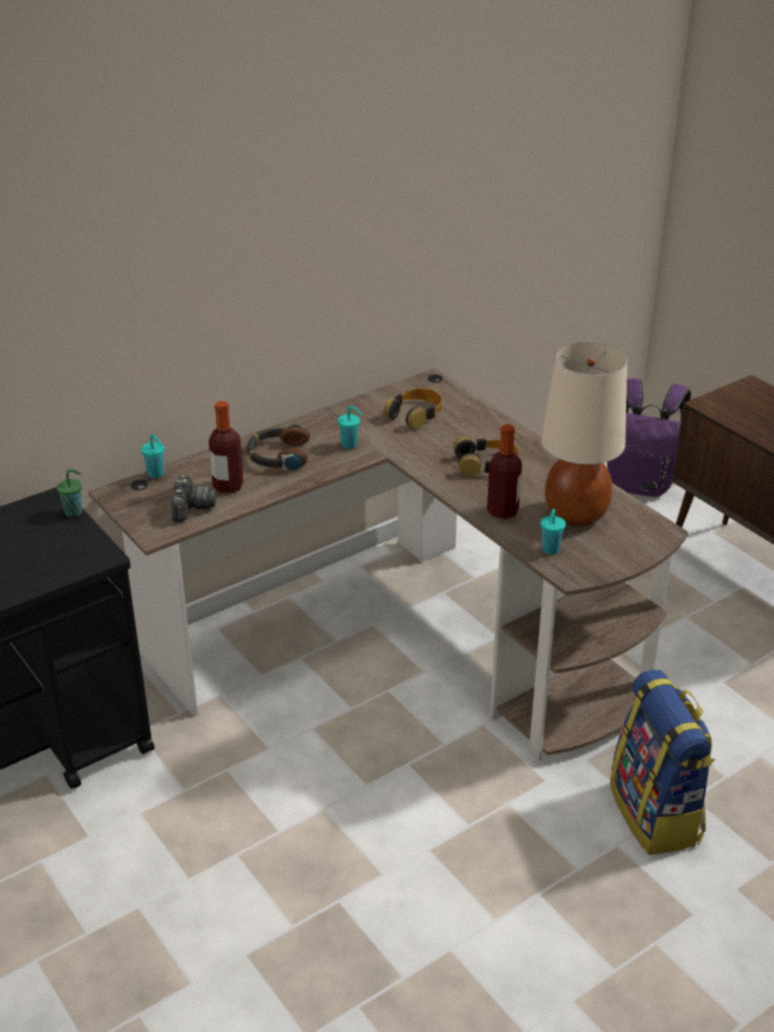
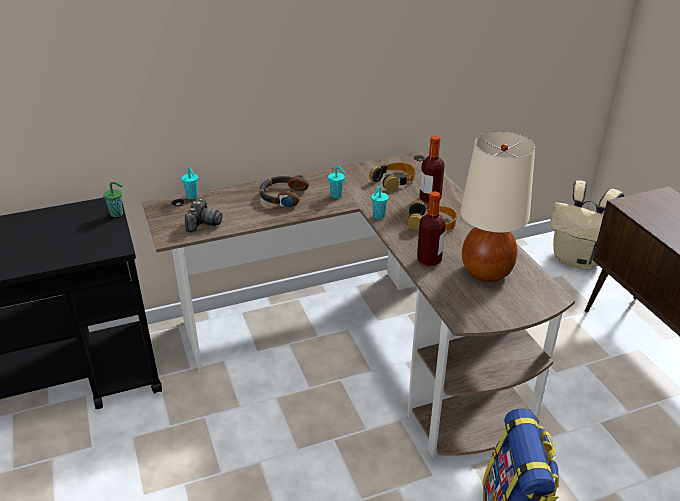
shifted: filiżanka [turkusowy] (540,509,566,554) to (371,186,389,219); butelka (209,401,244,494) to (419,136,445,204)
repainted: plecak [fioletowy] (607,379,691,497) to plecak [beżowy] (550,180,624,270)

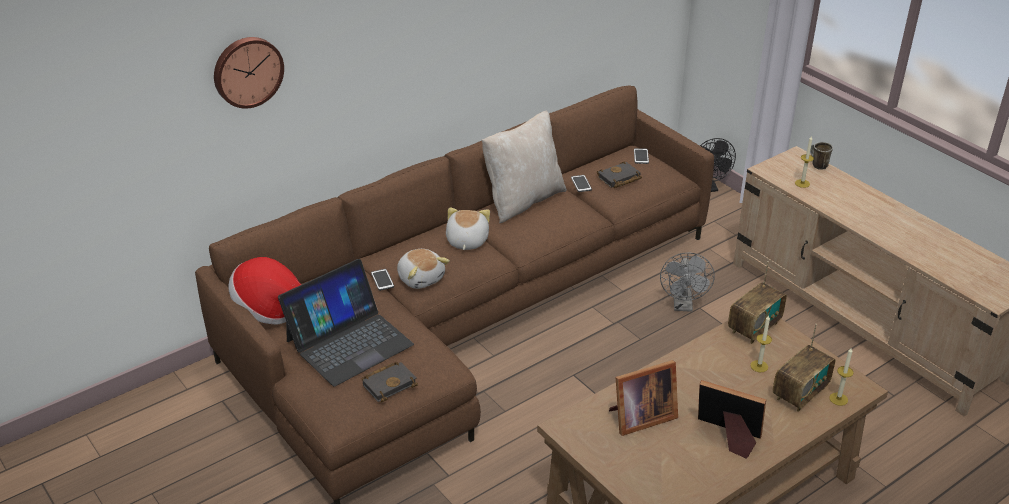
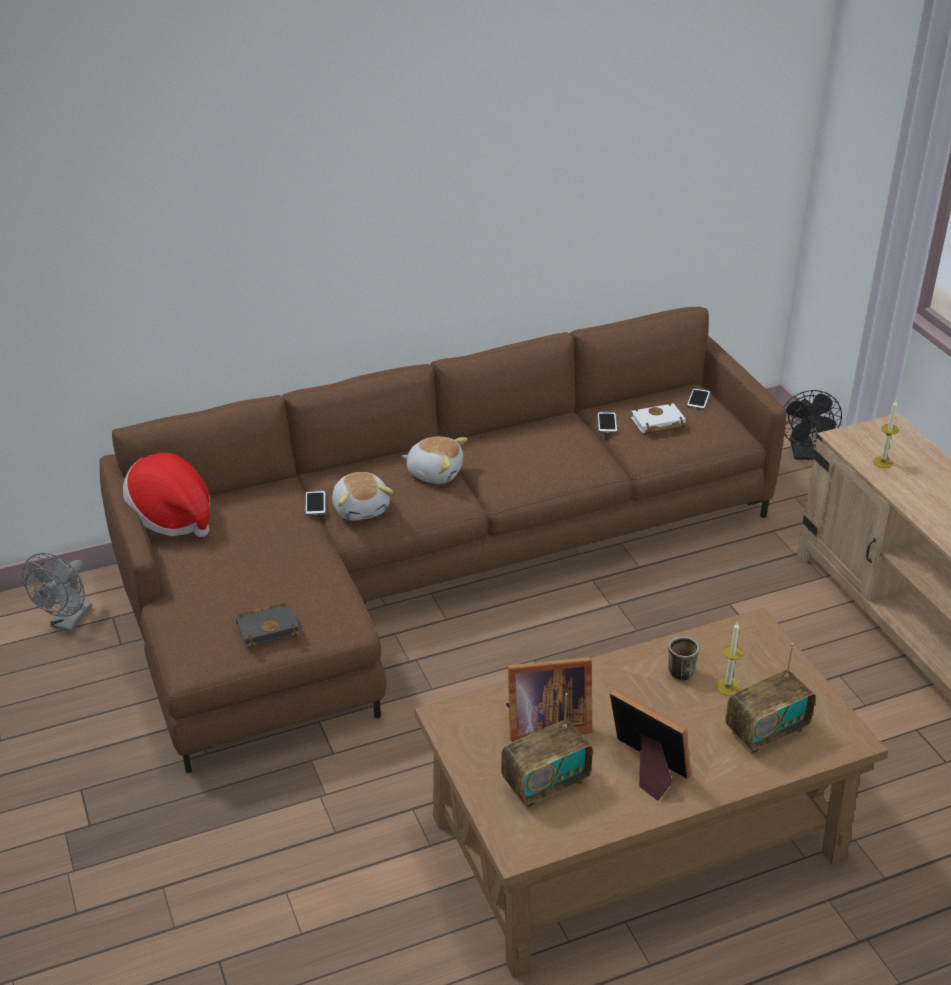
gone: zegar ścienny (214,37,284,109); laptop (278,259,414,386); poduszka [beżowy] (482,111,567,223); świeca (829,348,854,406)
shifted: wentylator [szary] (660,252,715,312) to (22,553,92,632); radio (728,261,787,344) to (501,693,593,808); kubek (810,142,833,170) to (668,637,699,681)
repainted: książka [czarny] (597,162,642,188) to książka [biały] (631,402,686,434)
rotated: pluszak (446,208,490,250) = (402,437,468,484) 90 degrees clockwise

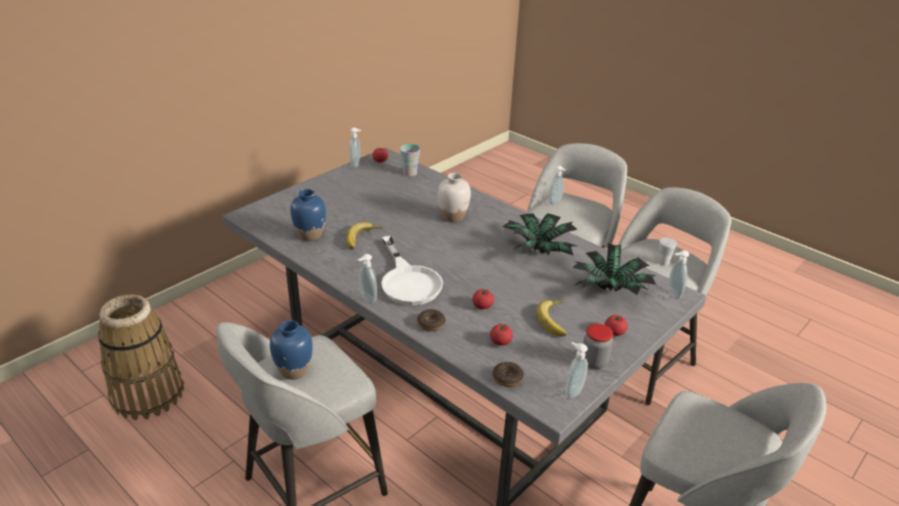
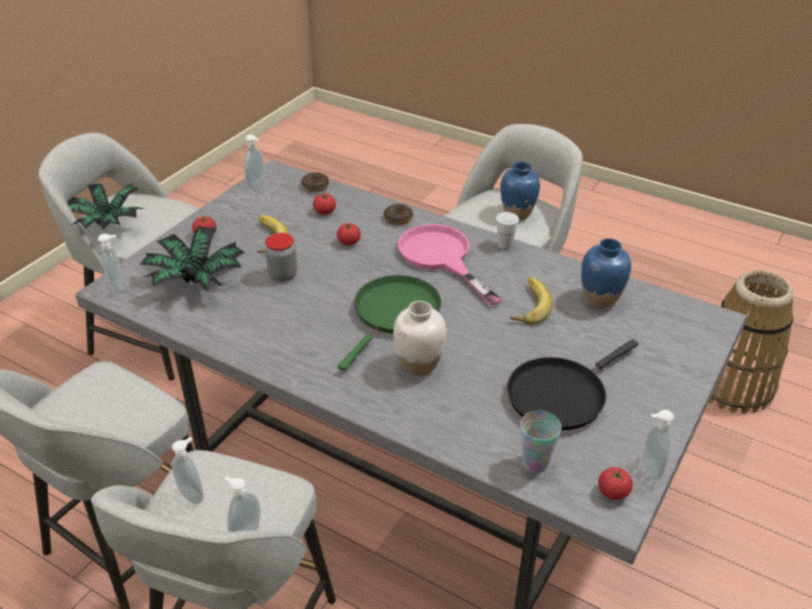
new: patelnia [zielony] (338,275,441,371); patelnia [czarny] (507,339,638,430)
shifted: roślina doniczkowa (502,213,578,256) to (67,183,145,230); dozownik mydła (358,254,377,304) to (171,437,204,504); słoik (583,324,613,369) to (265,233,297,282); filiżanka [biały] (658,237,677,265) to (496,212,519,249)
repainted: patelnia [biały] (381,236,443,306) to patelnia [różowy] (398,224,502,306)

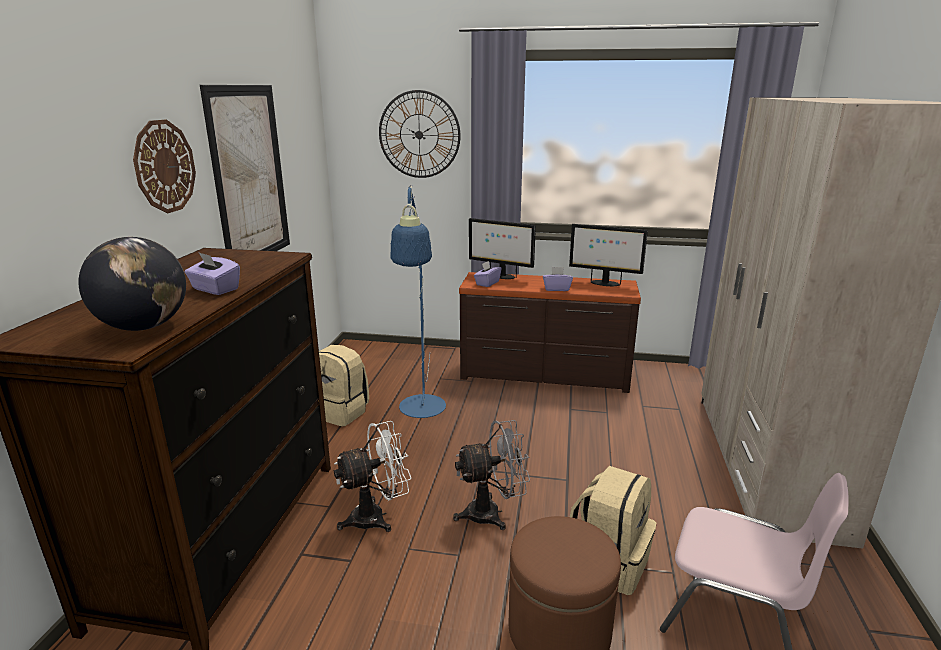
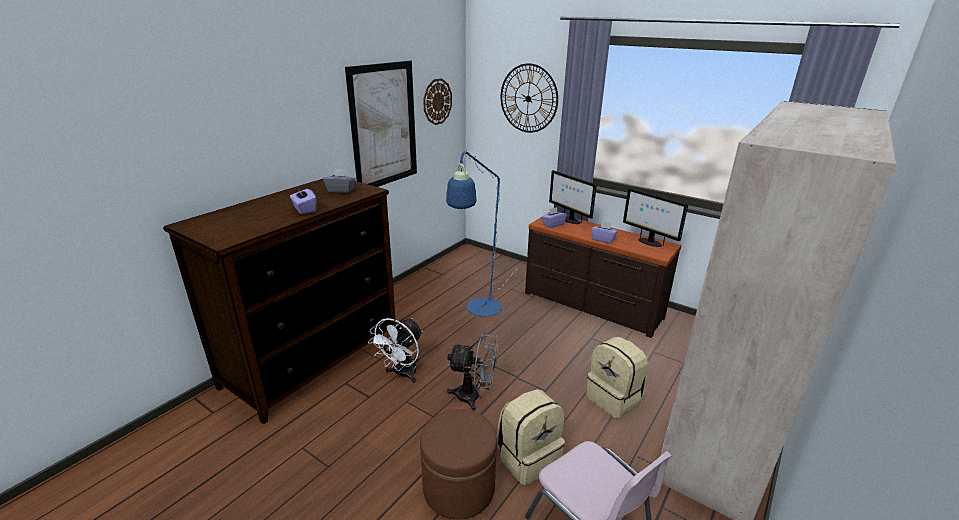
gone: globus (78,237,186,331)
new: pudełko chusteczek [szary] (323,168,356,193)
shifted: zegar ścienny (133,120,196,213) to (423,78,452,125); plecak [beżowy] (319,345,369,426) to (586,337,648,419)
rotated: wentylator [biały] (334,421,411,532) = (368,318,422,383) 120 degrees clockwise

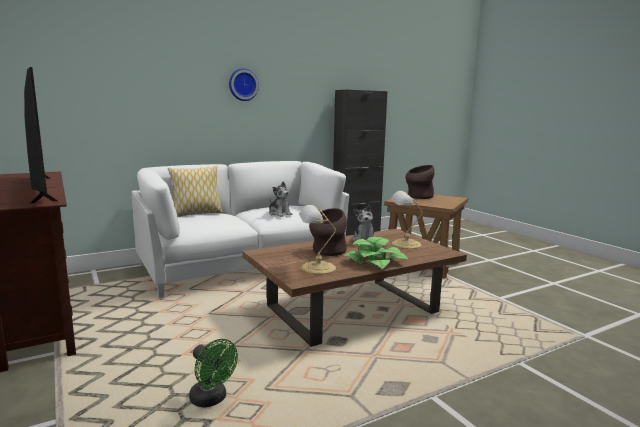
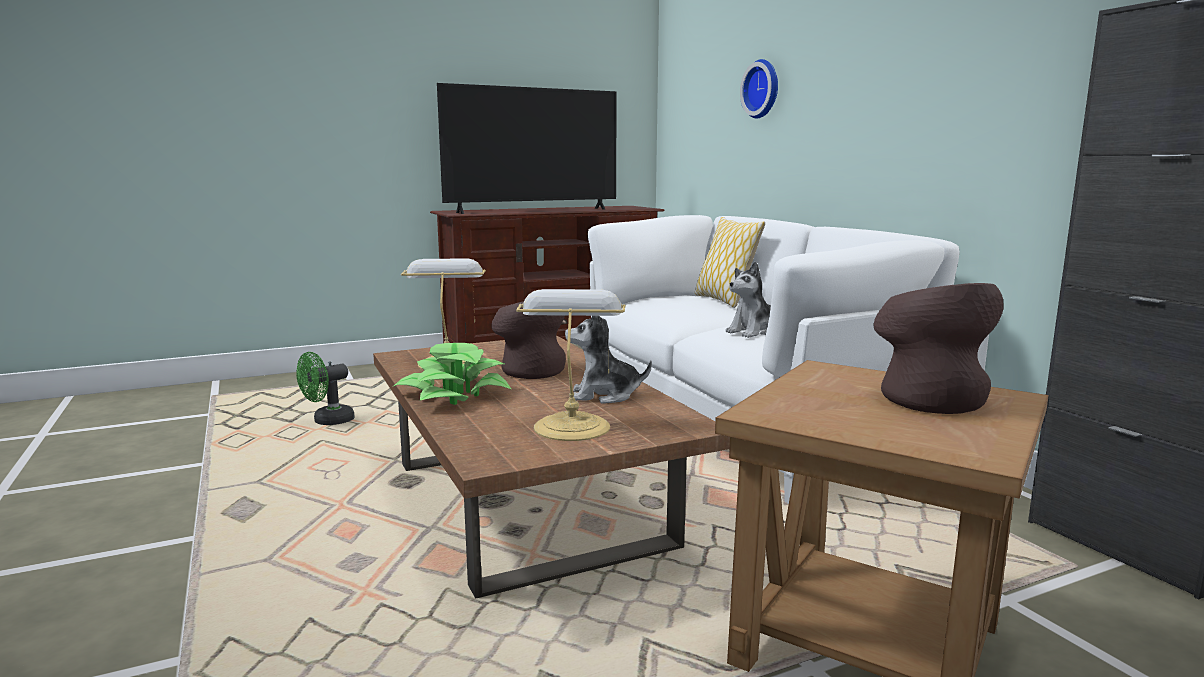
shifted: zegar ścienny (229,69,259,101) to (740,59,778,119)

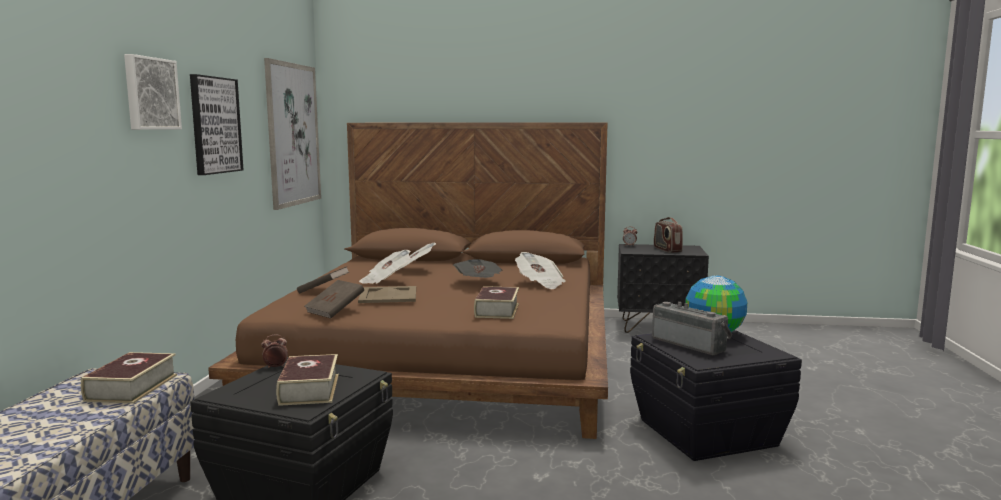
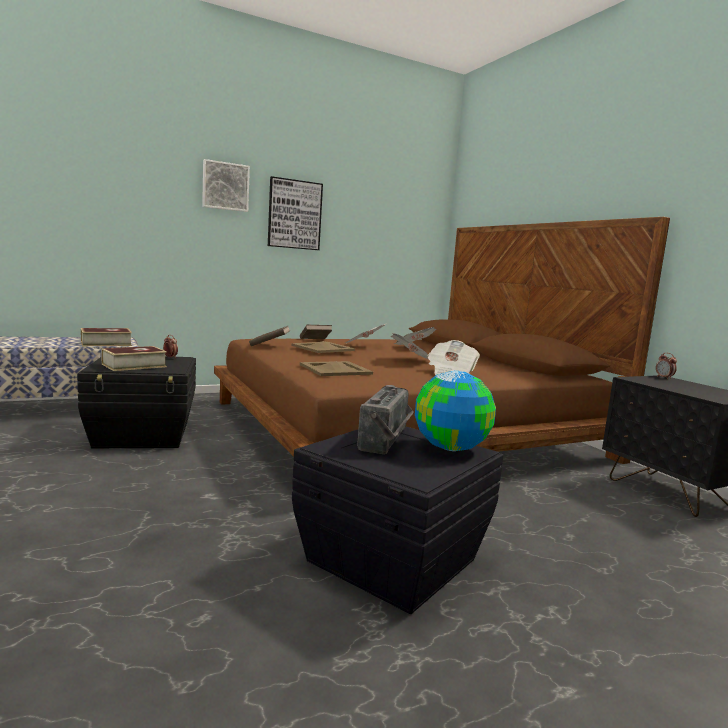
gone: obraz (264,58,321,210); radio (654,217,683,253)
swapped: książka (474,286,519,319) to taca [beżowy] (300,361,373,376)

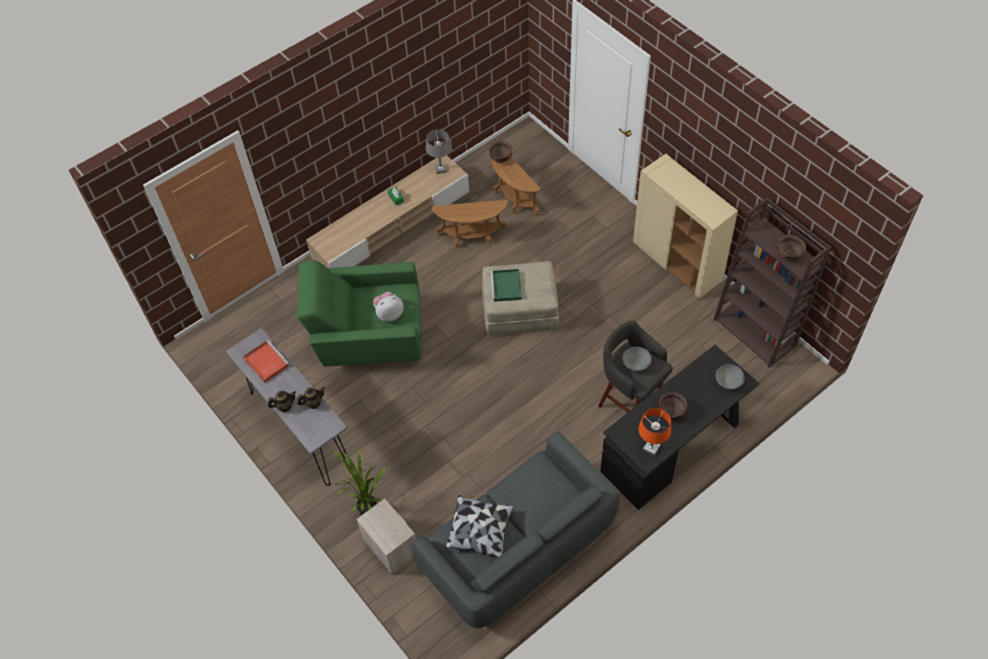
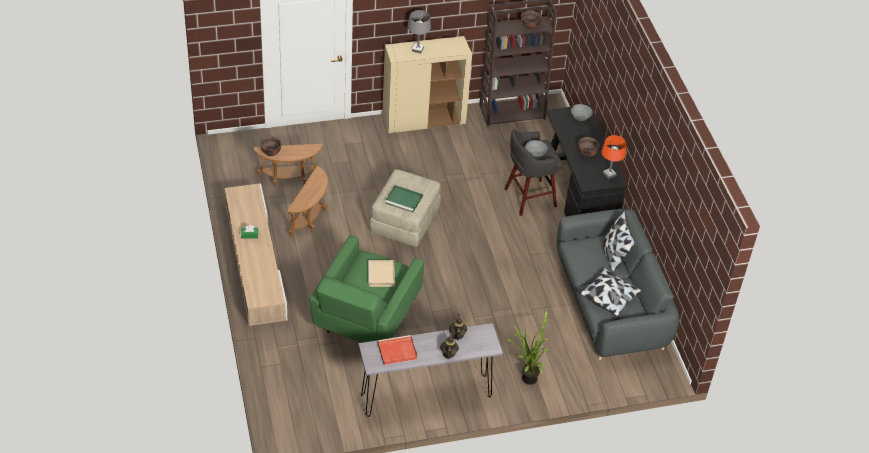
gone: szafka nocna (356,498,416,575)
new: poduszka (603,211,635,273)
shifted: lampa stołowa [szary] (426,129,451,174) to (408,10,431,54)
swapped: pluszak (373,292,404,322) to taca [beżowy] (368,260,395,287)

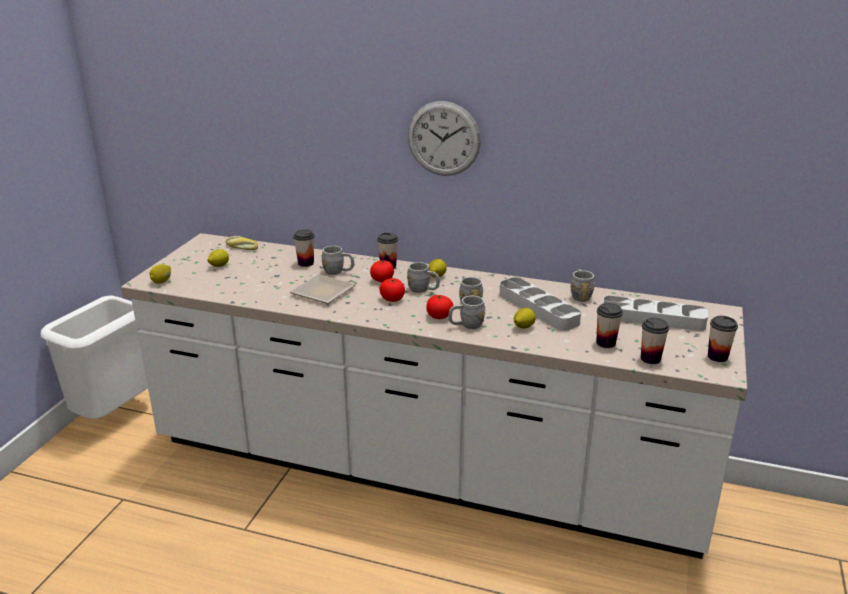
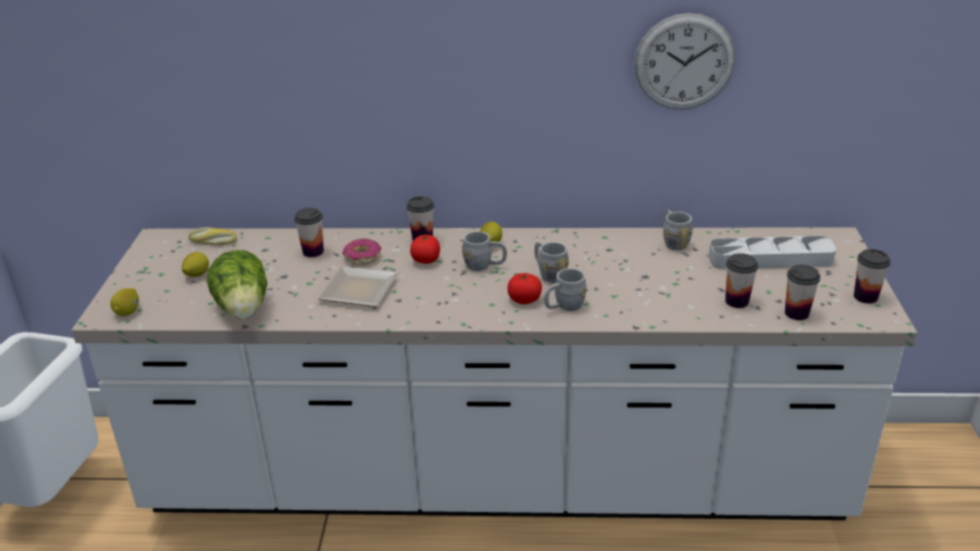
gone: pomidor (380,278,405,302); taca [szary] (500,277,581,331); cytryna (514,308,536,329)
new: sałata (206,250,267,319)
shifted: zegar ścienny (408,101,481,176) to (634,13,735,110)
swapped: kubek [szary] (321,246,354,275) to donut (342,239,381,265)

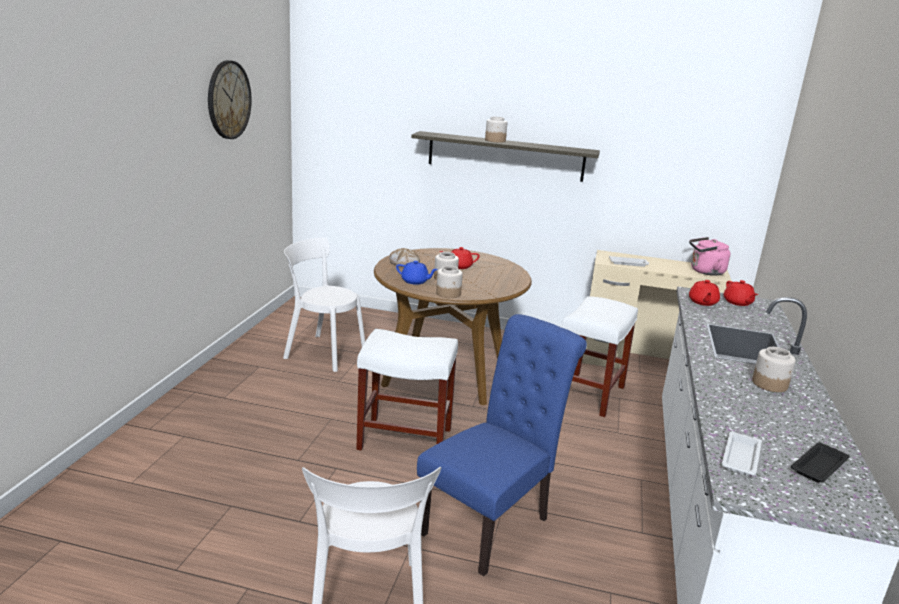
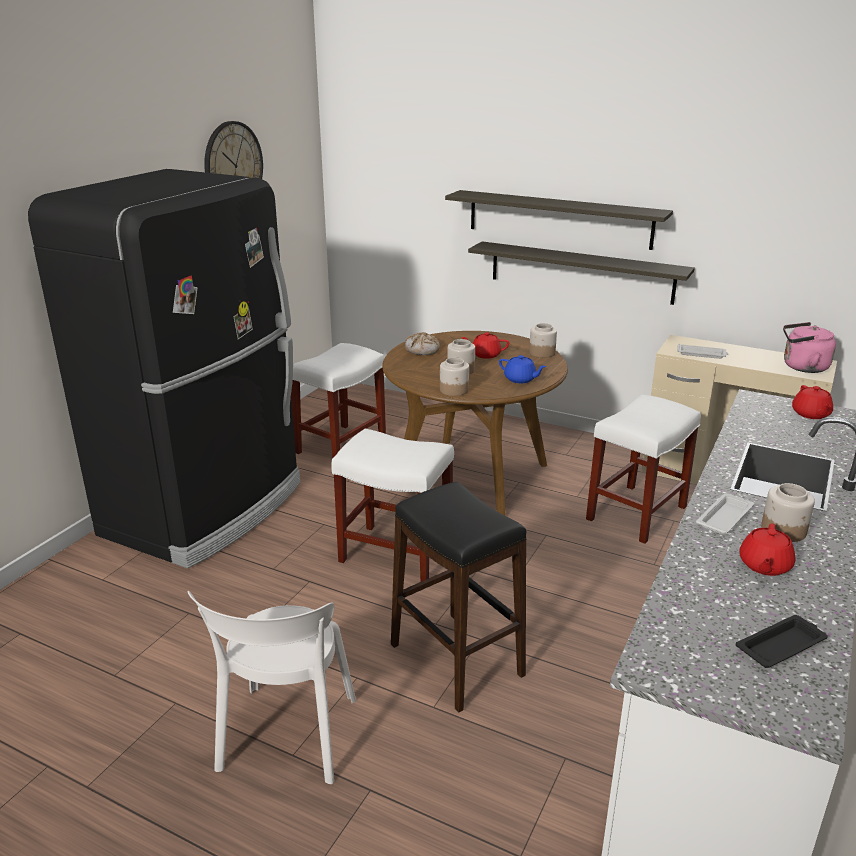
new: lodówka [czarny] (28,169,300,568); półka (468,241,695,305)
shifted: imbryk [niebieski] (396,261,438,285) to (499,355,546,383); słoik (485,117,508,143) to (529,323,557,358); taca [biały] (722,432,762,476) to (696,493,754,534); imbryk [czerwony] (689,280,720,306) to (740,523,796,576)
swapped: krzesło [biały] (283,238,365,372) to stołek [biały] (291,343,386,459); krzesło [niebieski] (417,314,587,576) to stołek [czarny] (391,482,526,712)

